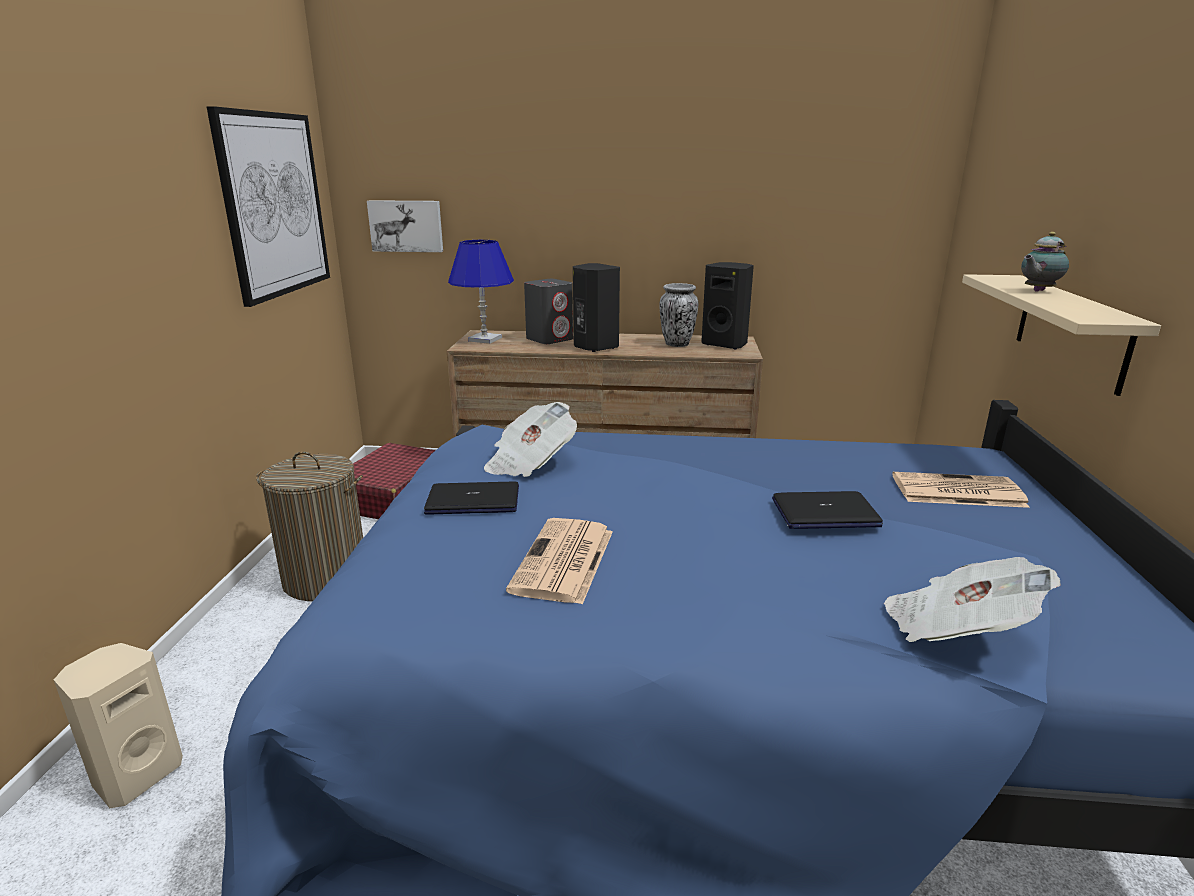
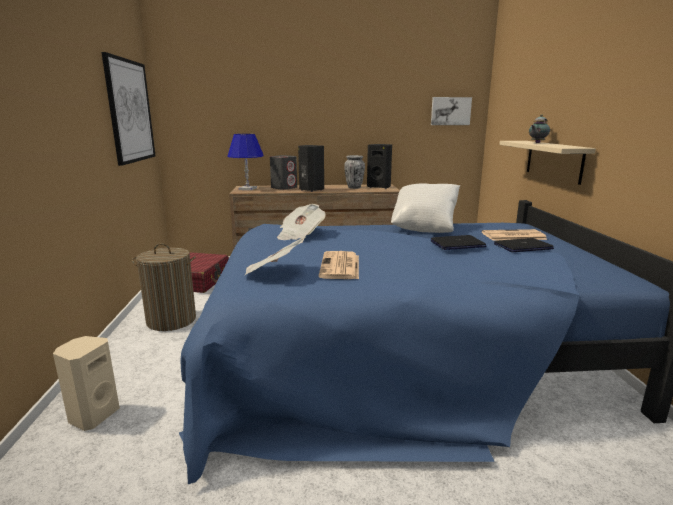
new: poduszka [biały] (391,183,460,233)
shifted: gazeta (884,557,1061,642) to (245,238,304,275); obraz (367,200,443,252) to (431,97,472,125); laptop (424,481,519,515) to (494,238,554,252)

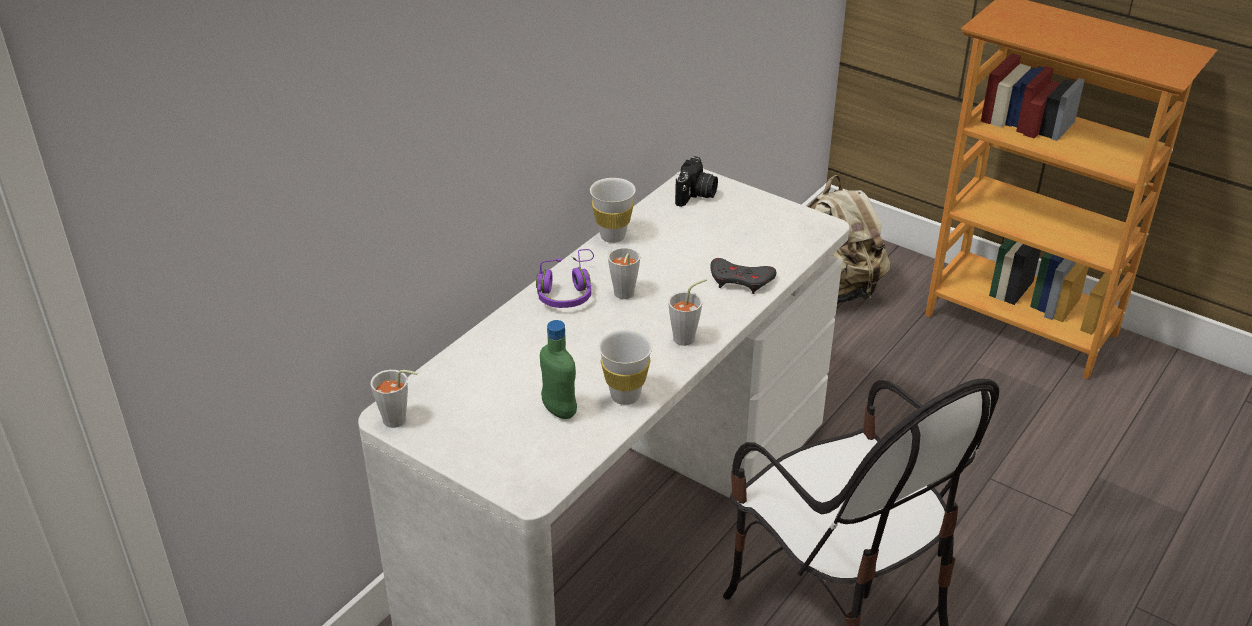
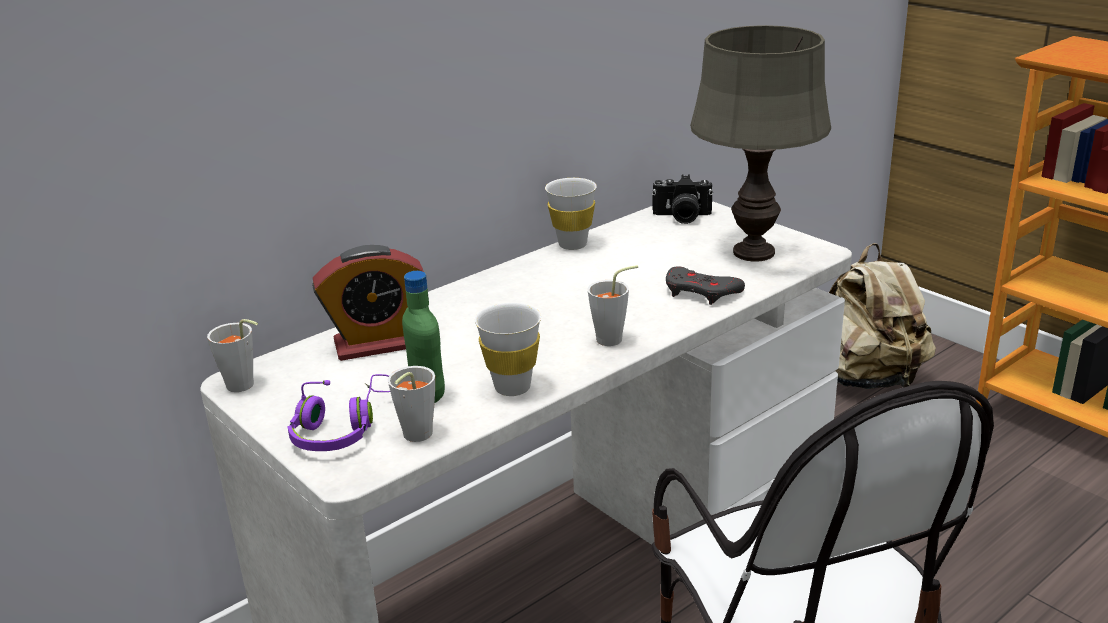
new: budzik (312,245,424,361); lampa stołowa [szary] (690,25,831,262)
shifted: słuchawki [fioletowy] (536,249,594,308) to (287,374,390,451); filiżanka [szary] (608,247,641,299) to (388,366,435,442)
rotated: aparat fotograficzny (675,156,718,207) = (652,175,713,224) 60 degrees clockwise

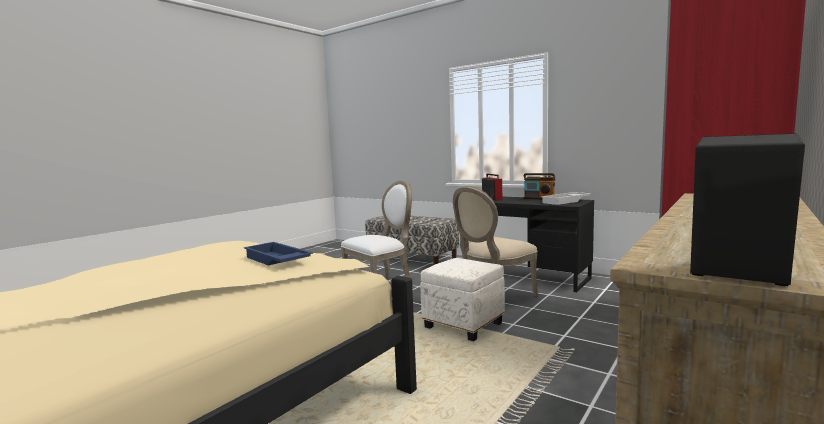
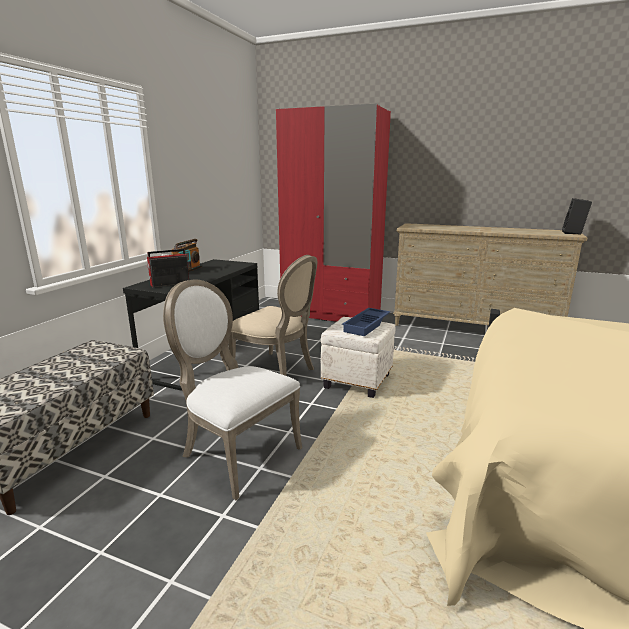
gone: taca [biały] (541,192,591,205)
shifted: taca [niebieski] (244,242,313,265) to (342,308,391,336)

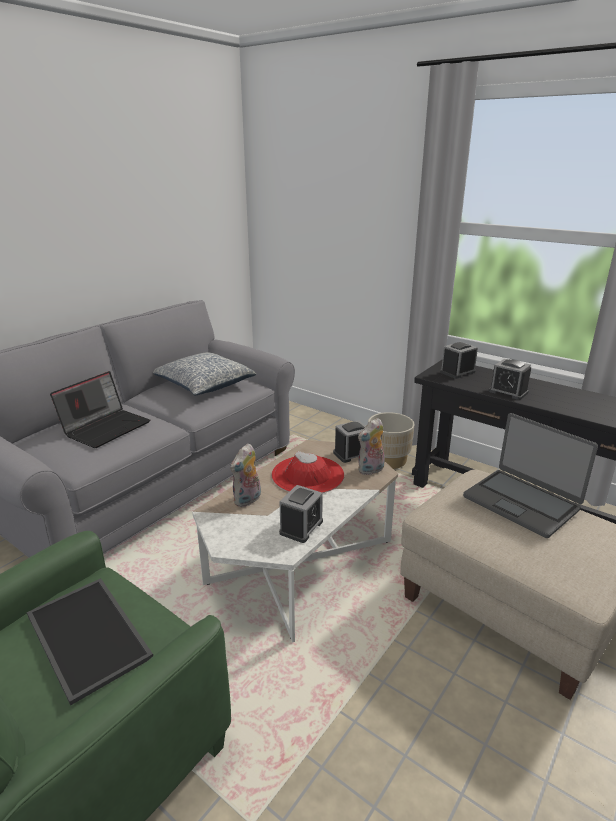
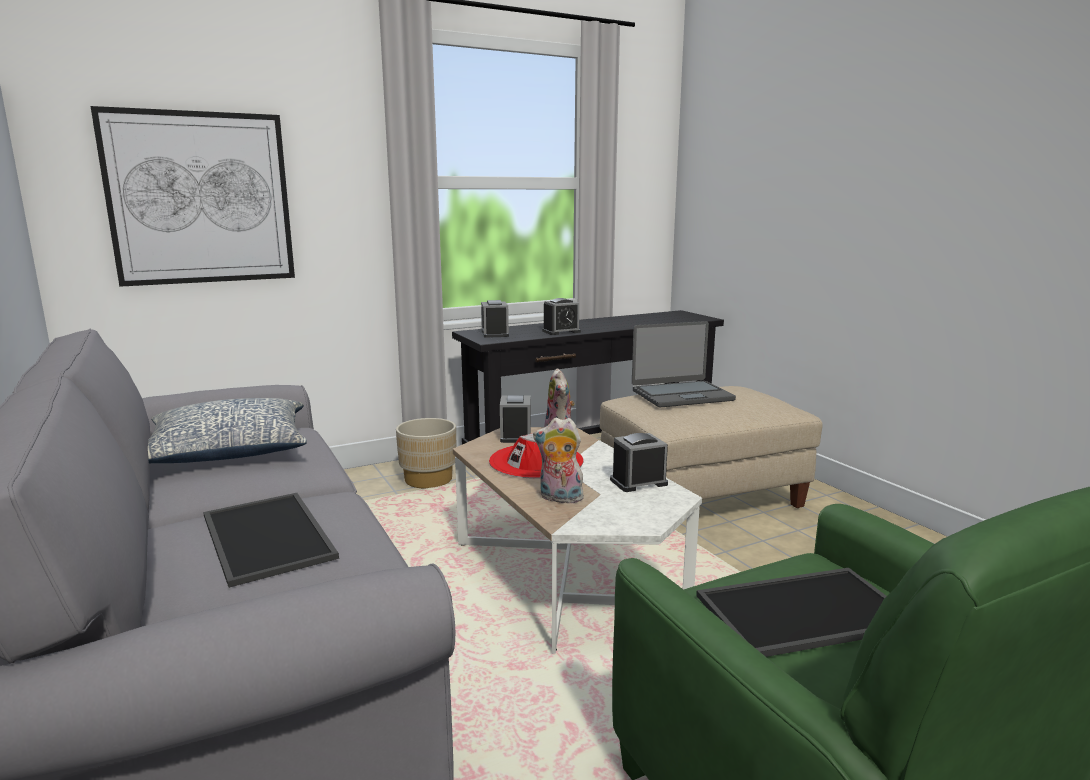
new: obraz (91,106,295,287)
swapped: laptop (50,371,150,448) to taca (203,493,339,588)
rotated: pluszak (230,444,261,507) = (533,417,584,503) 135 degrees clockwise; budzik (279,485,323,543) = (610,433,668,492) 75 degrees counterclockwise

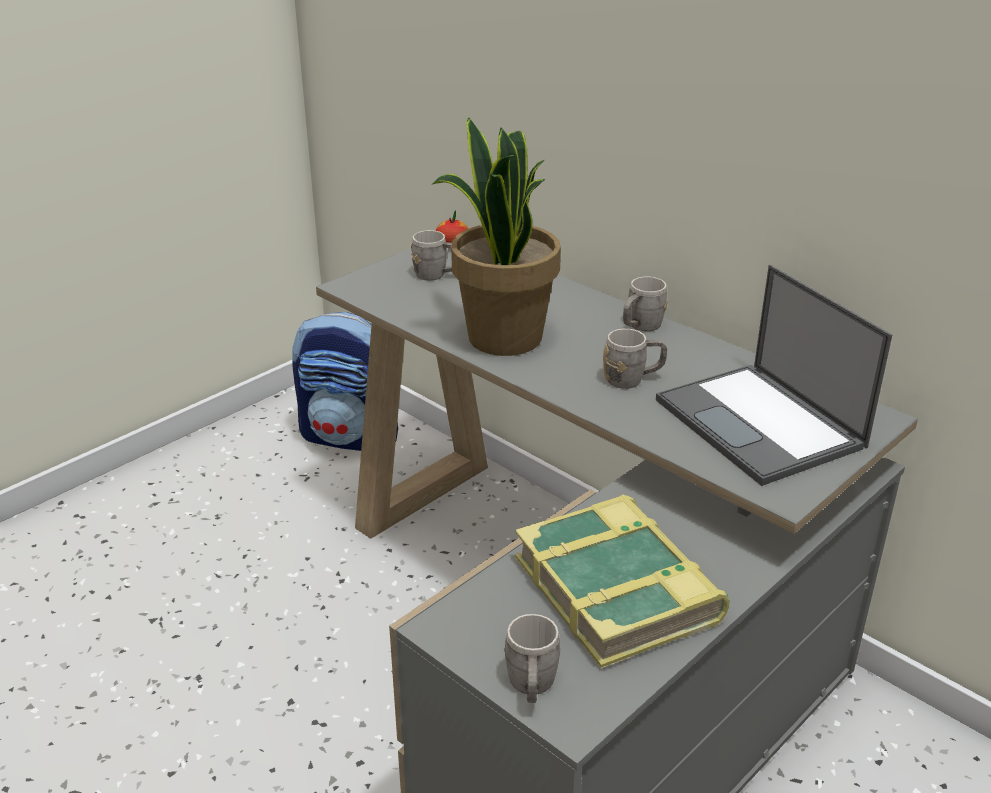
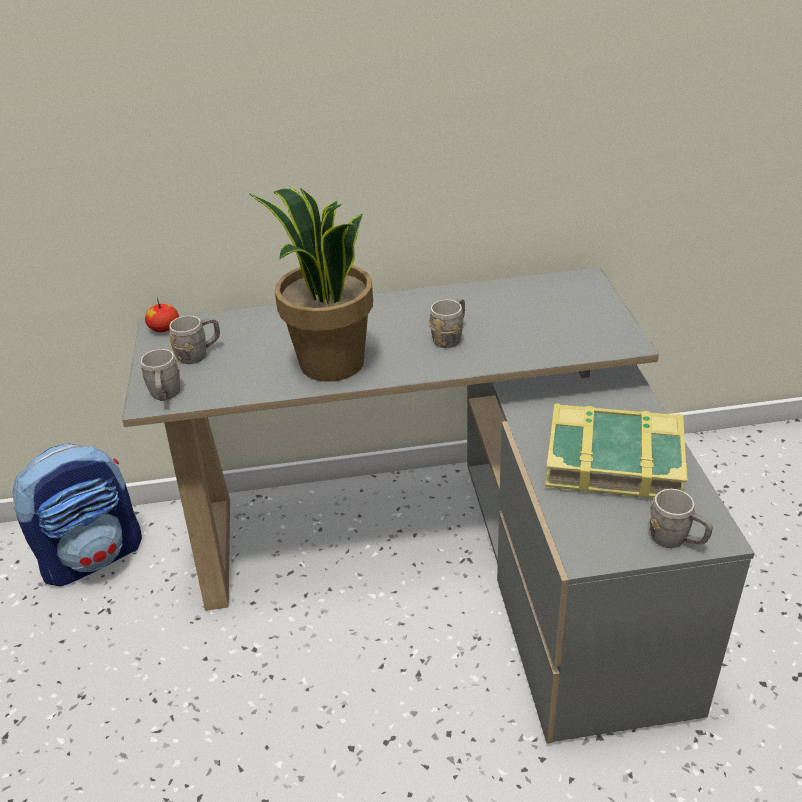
gone: laptop (656,265,892,486)
shifted: kubek [szary] (623,276,668,331) to (141,349,180,401)

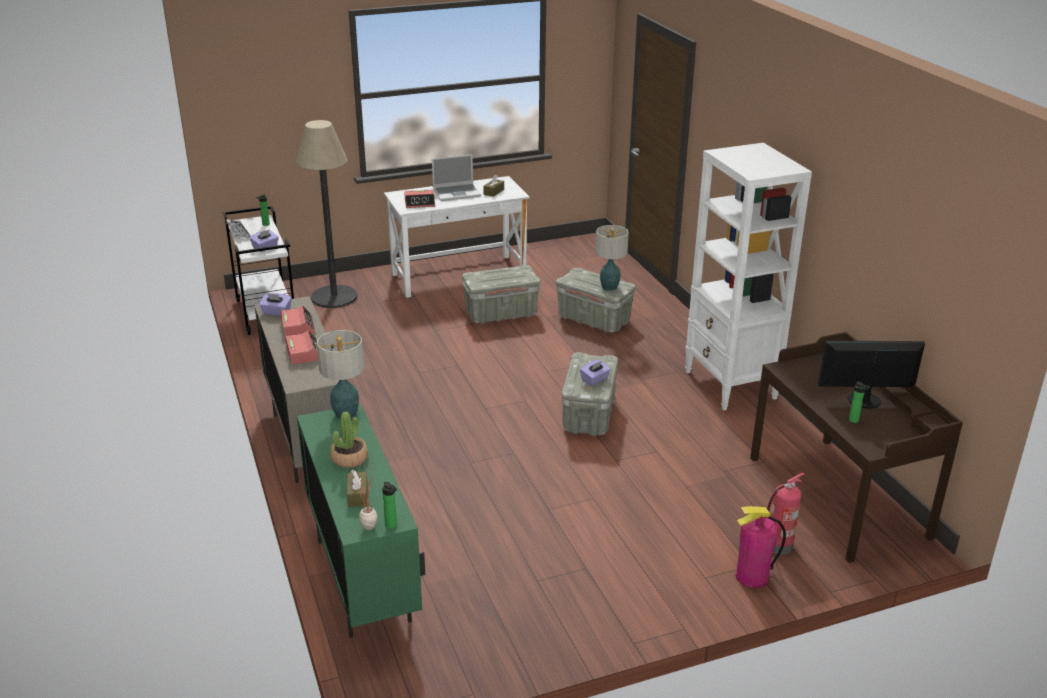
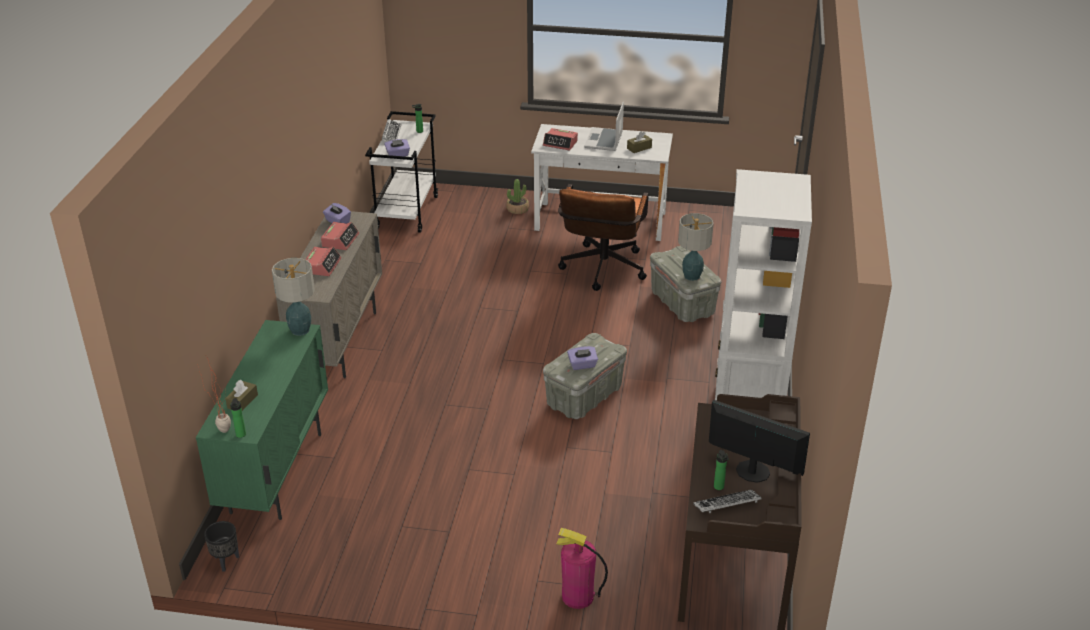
gone: lampa stojąca (296,120,358,308); gaśnica (767,473,805,554)
new: donica [czarny] (204,521,239,571); klawiatura (693,490,762,513)
shifted: roślina doniczkowa (330,412,368,468) to (506,179,529,214)
swapped: pojemnik do przechowywania [szary] (462,265,540,324) to krzesło biurowe [brązowy] (558,184,649,291)
rotated: laptop (432,154,481,201) = (584,102,624,151) 90 degrees clockwise

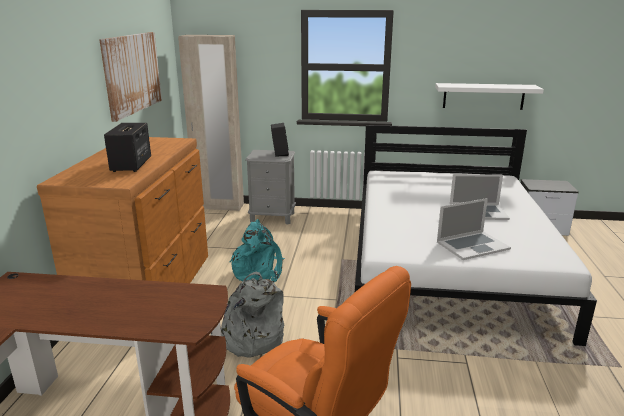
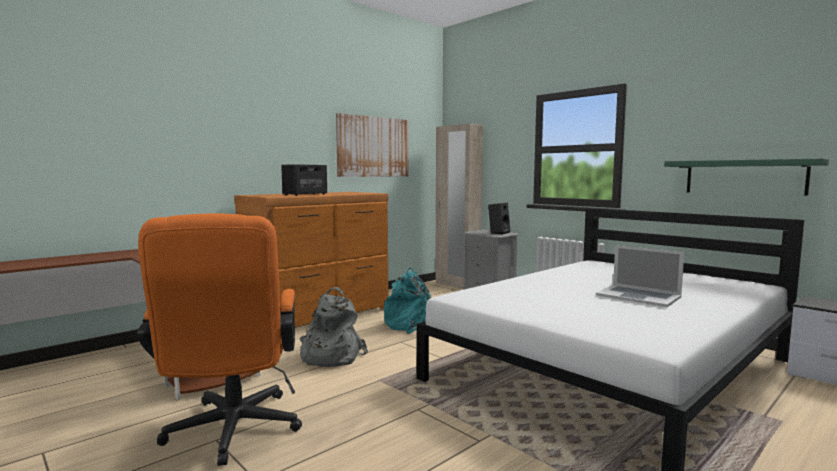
gone: laptop (437,198,511,260)
repainted: półka [biały] (435,83,544,110) to półka [zielony] (664,158,829,195)

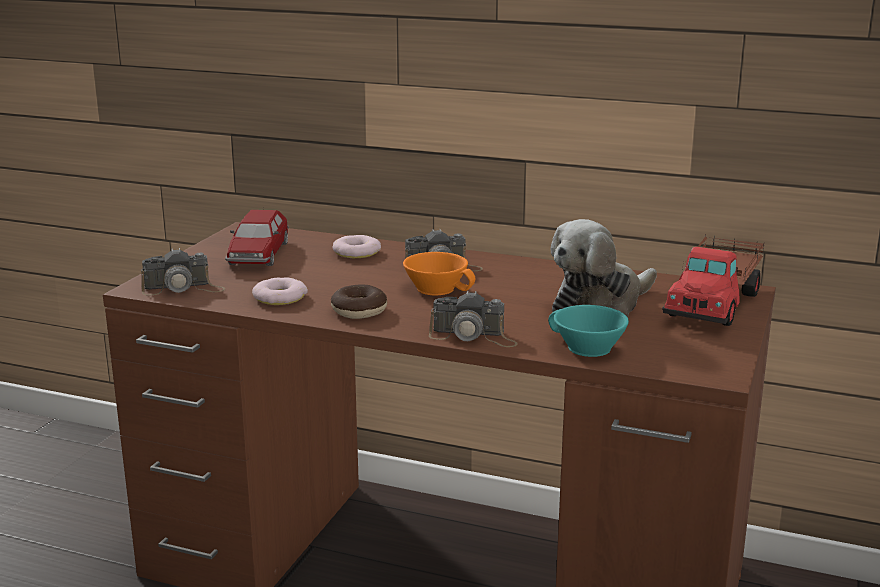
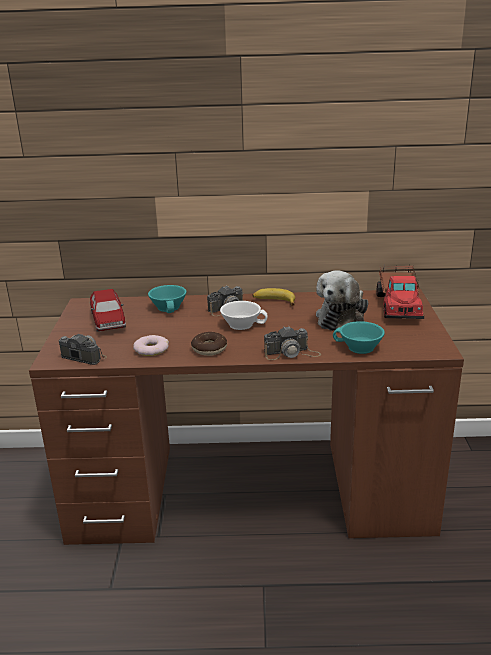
new: banan (252,288,295,306)
swapped: donut (333,235,381,258) to filiżanka [turkusowy] (148,285,186,313)
repainted: filiżanka [pomarańczowy] (403,252,475,295) to filiżanka [biały] (220,301,268,330)
rotated: aparat fotograficzny (141,248,225,296) = (59,334,107,365) 120 degrees counterclockwise

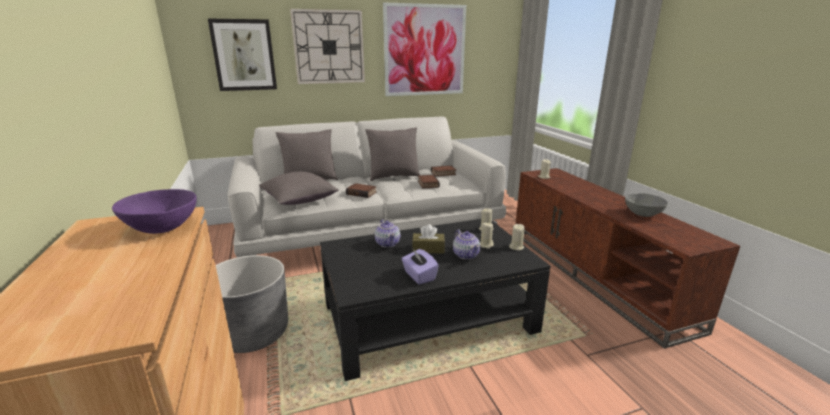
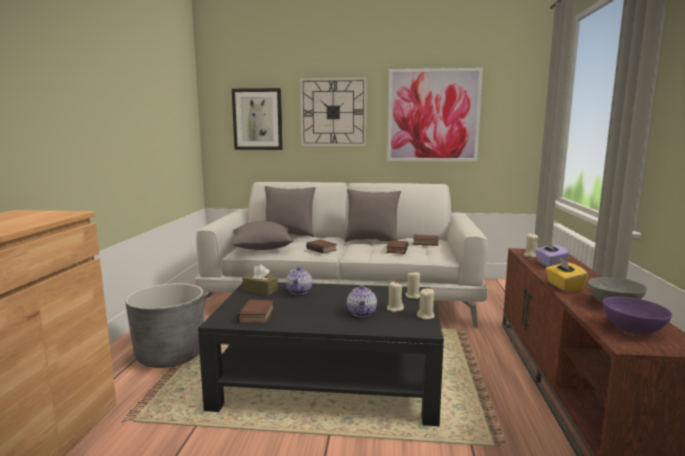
new: książka (237,299,274,324); pudełko chusteczek [żółty] (546,258,588,292)
shifted: pudełko chusteczek [brązowy] (412,224,445,253) to (242,264,278,296); pudełko chusteczek [fioletowy] (401,249,439,285) to (535,239,569,267); miska [fioletowy] (112,189,197,234) to (603,297,672,334)

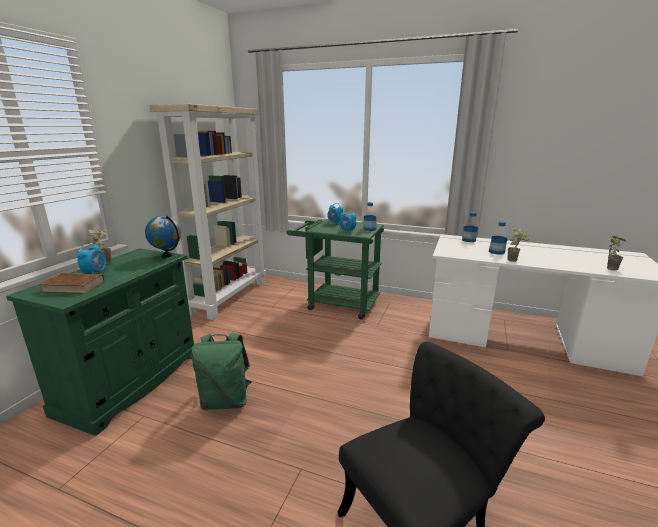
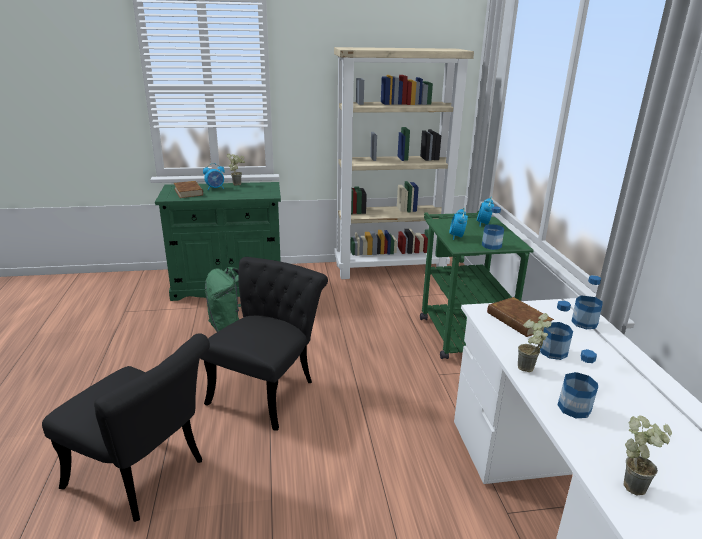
gone: globus (145,216,181,258)
new: krzesło [czarny] (200,257,328,431); książka [brązowy] (487,297,554,337); butelka (557,349,598,418)

